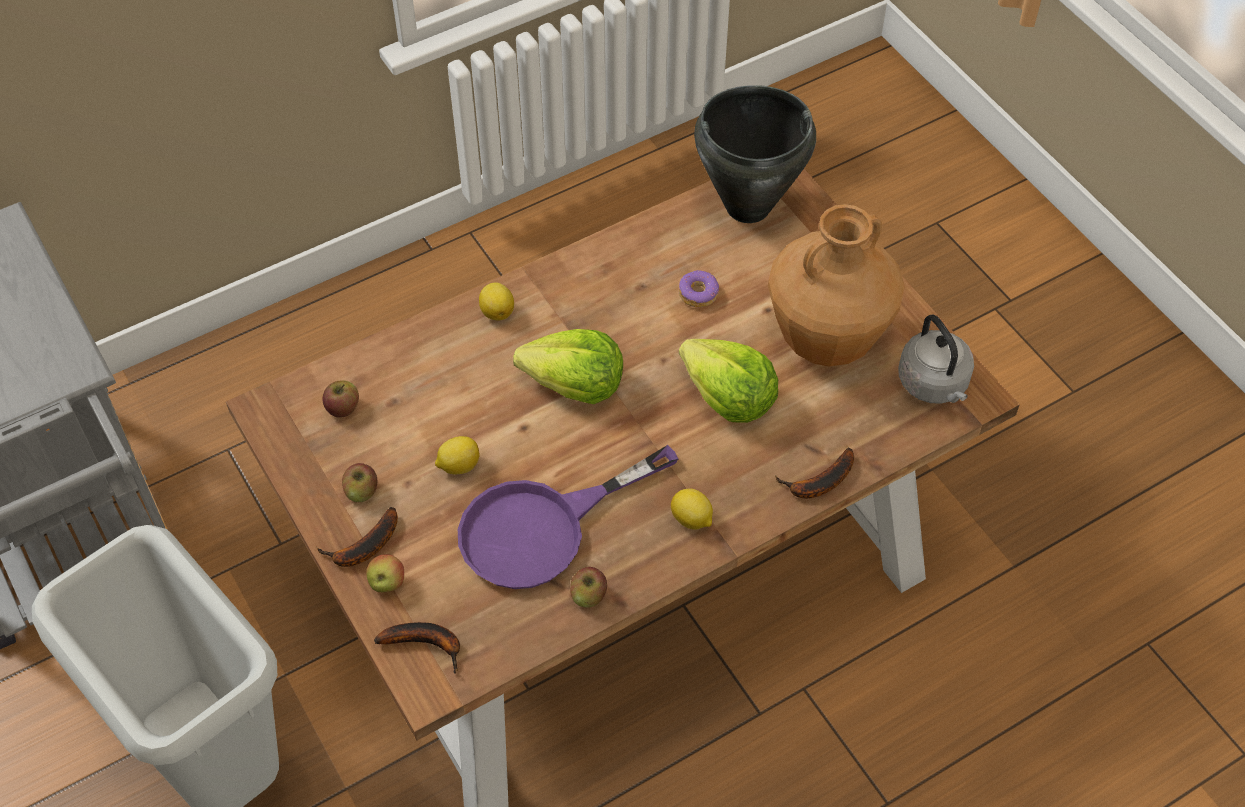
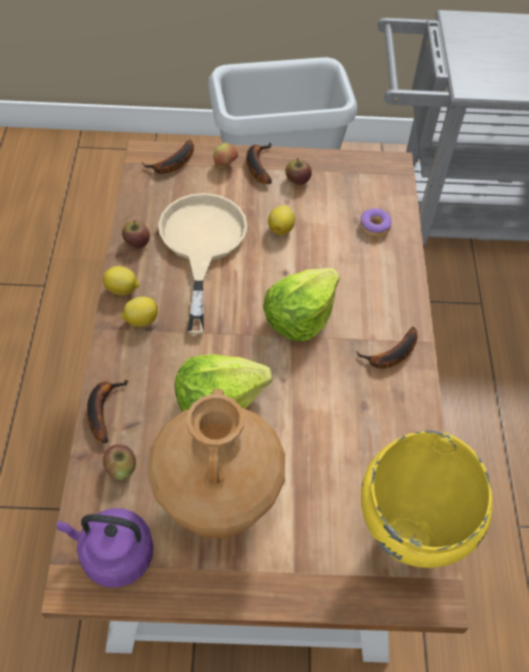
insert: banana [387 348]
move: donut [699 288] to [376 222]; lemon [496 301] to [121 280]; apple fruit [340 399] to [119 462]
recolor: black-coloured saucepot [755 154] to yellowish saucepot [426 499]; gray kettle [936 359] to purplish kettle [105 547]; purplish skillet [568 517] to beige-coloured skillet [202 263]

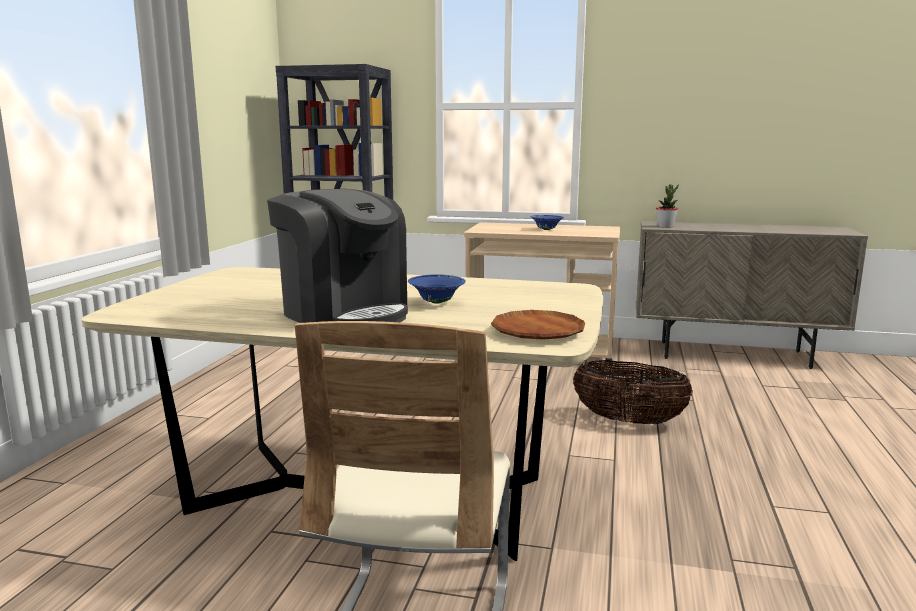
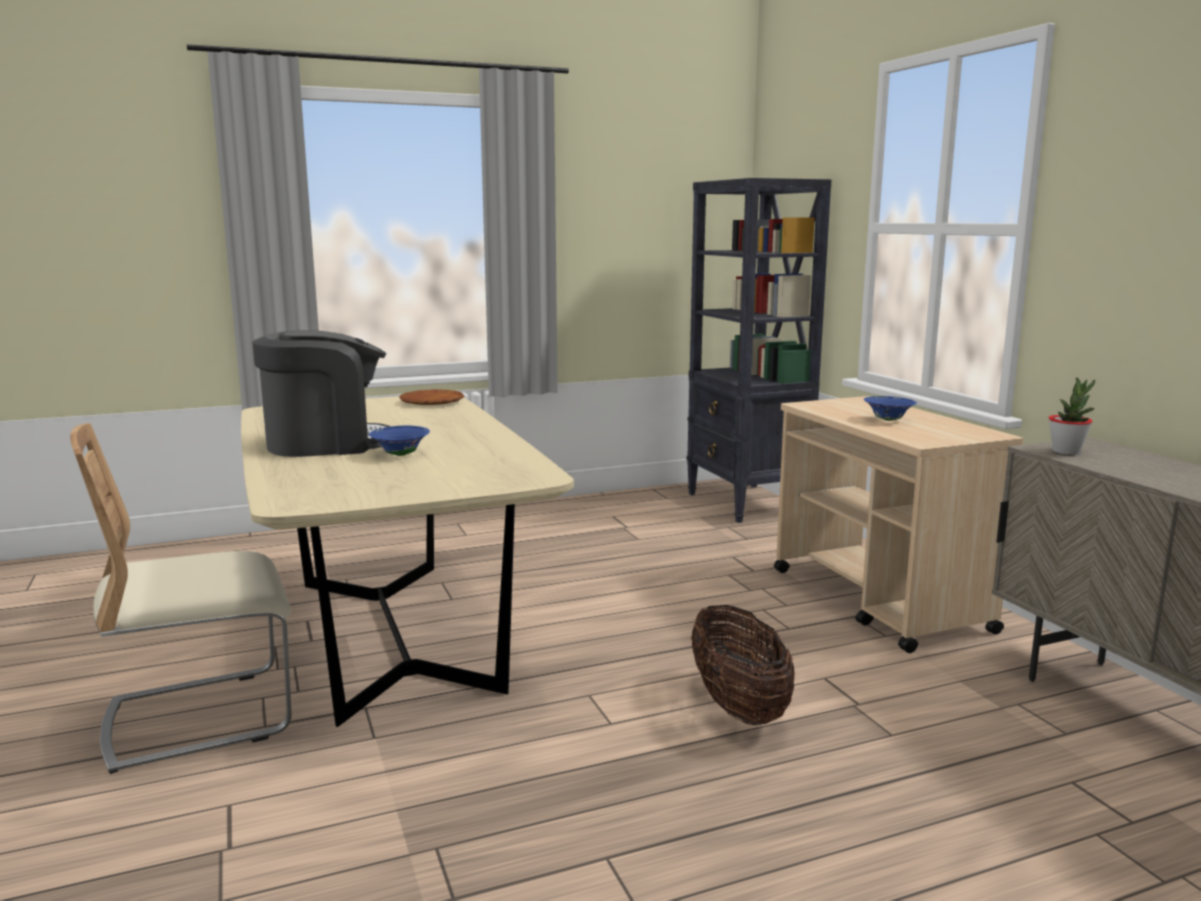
move: brownish plate [538 325] to [431 397]
rotate: coffee brewer [337 256] = [321 393] 120 degrees counterclockwise

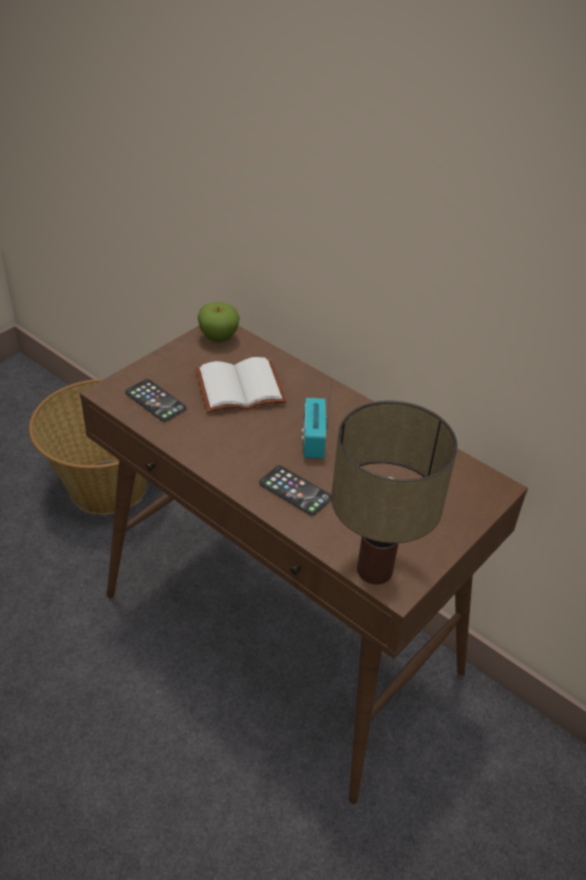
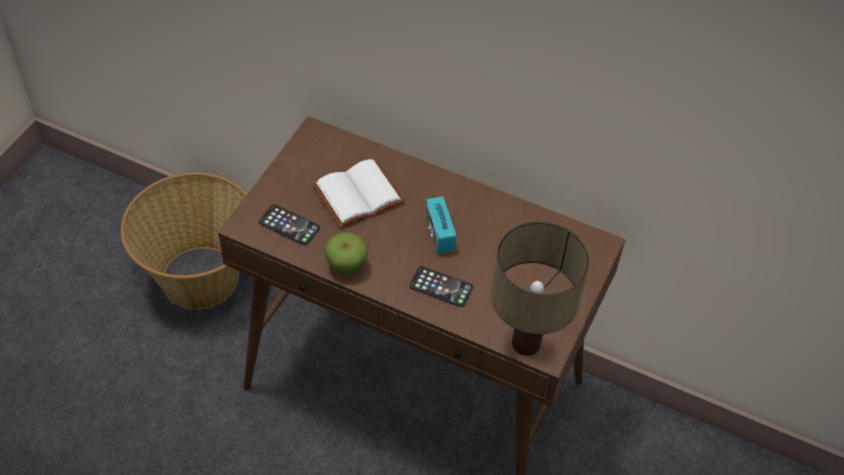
move: apple fruit [218 322] to [346 253]

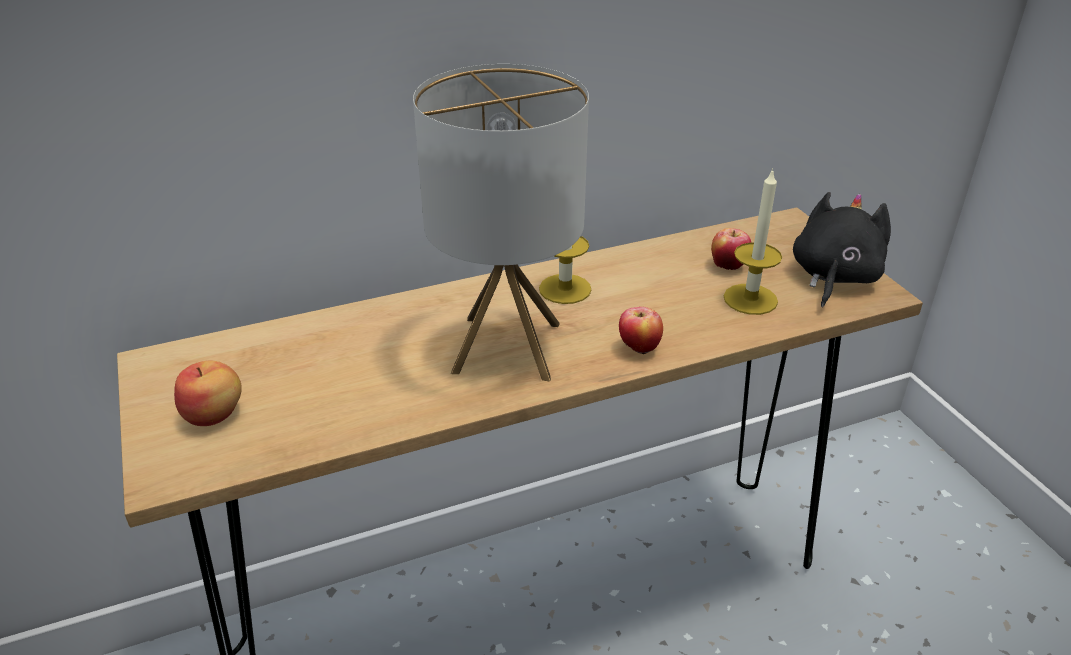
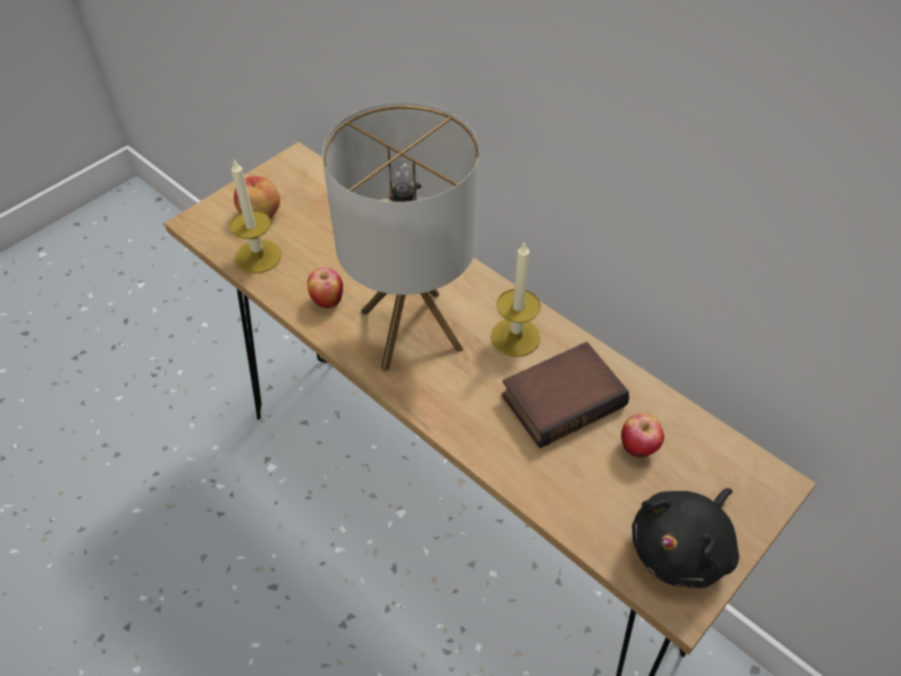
insert: volume [565 395]
move: wax light [753 241] to [256 216]; apple fruit [641 331] to [325 287]
rotate: black-coloured soft toy [842 249] = [685 538] 135 degrees clockwise

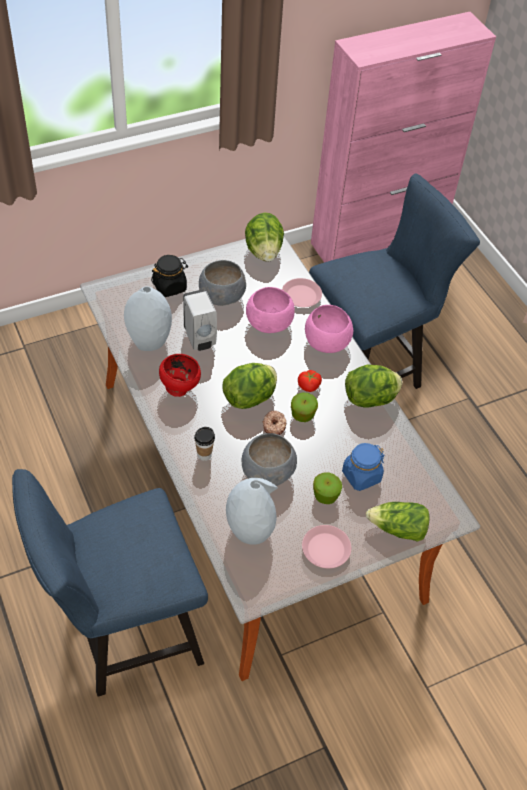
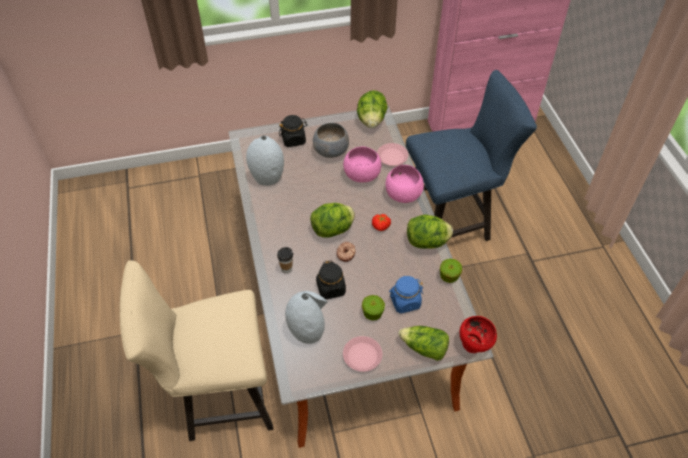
delete: white soap dispenser [200 320]
move: red serving bowl [180 375] to [478 334]; apple fruit [304 407] to [451 271]
replace: gray serving bowl [269 459] to black-coloured jar [331 279]
recolor: blue-coloured plain chair [110 583] to beige-coloured plain chair [196 350]

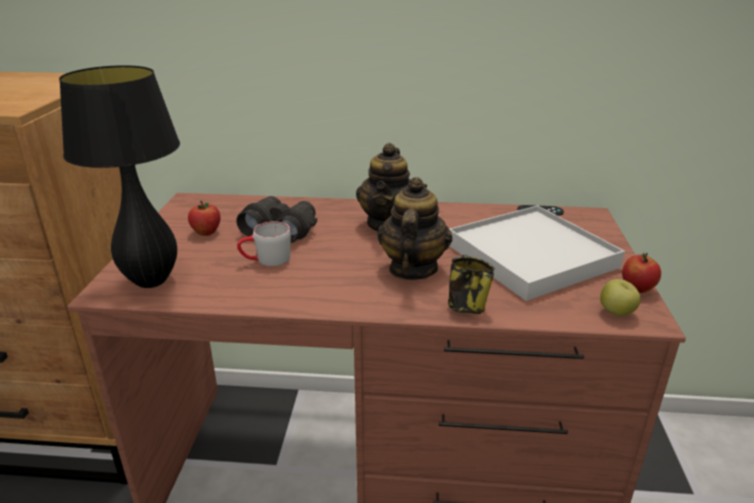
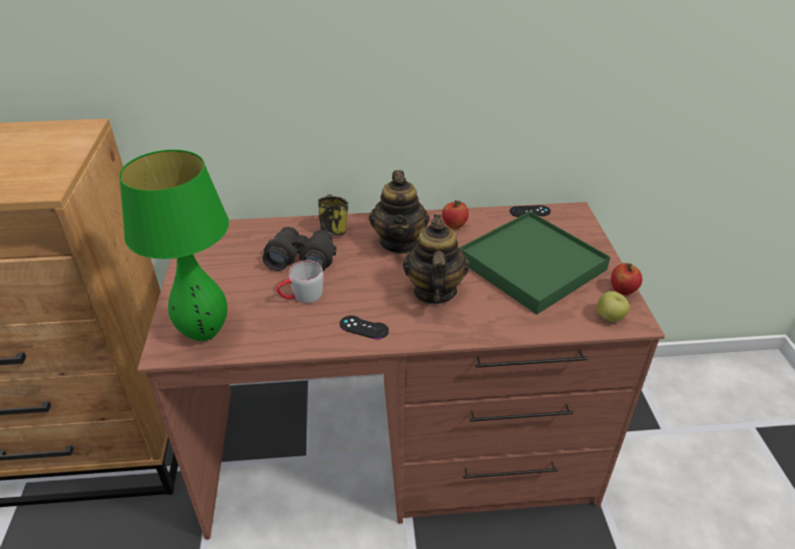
insert: black-coloured game controller [364 327]
move: apple fruit [204 218] to [455 214]; coffee mug [471 284] to [333 215]
recolor: black-coloured table lamp [119 176] to green table lamp [174 245]; white serving tray [537 253] to green serving tray [534 263]

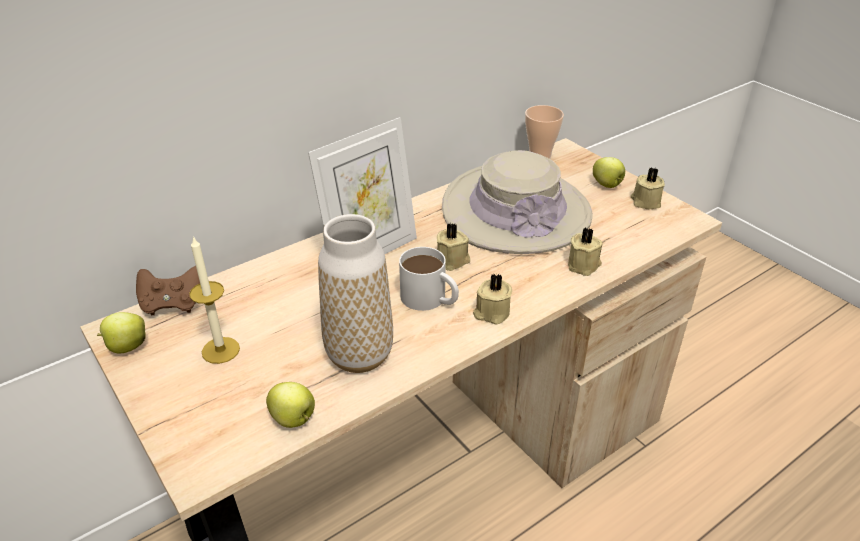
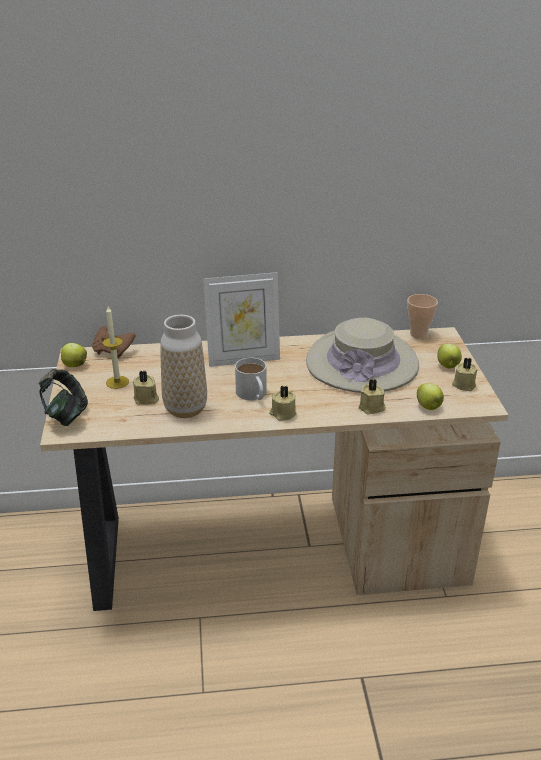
insert: headset [63 397]
move: beige-coloured wax light [453 246] to [146 388]; apple fruit [290 405] to [430 396]

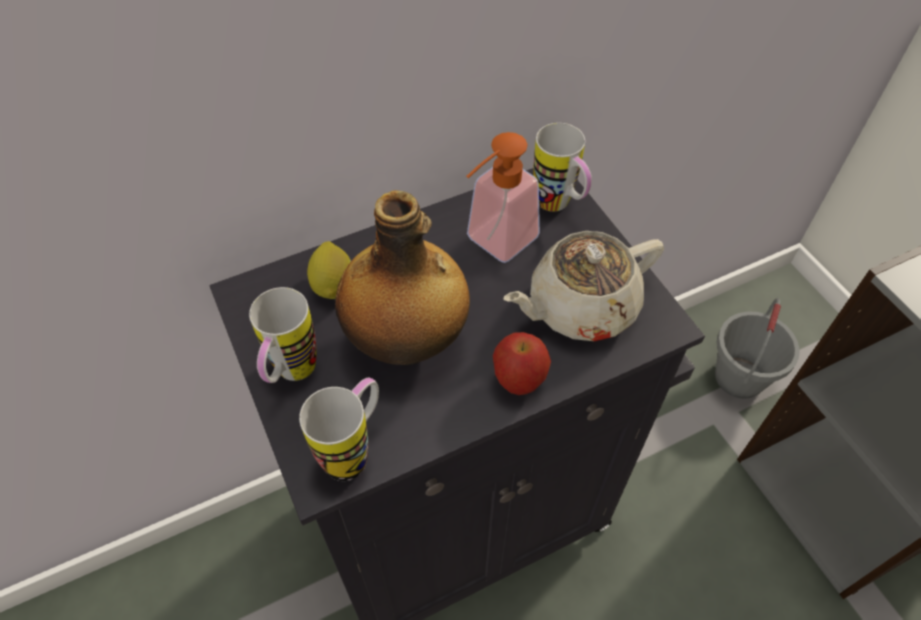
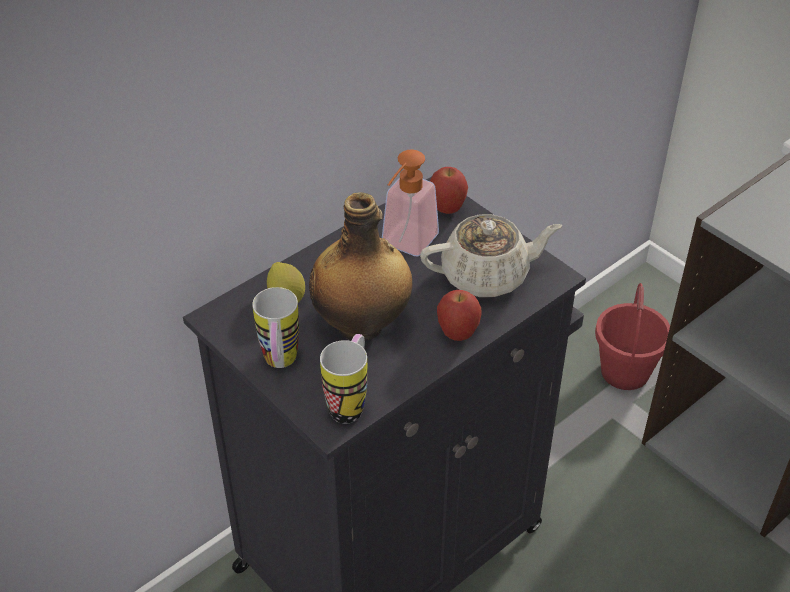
replace: coffee mug [562 167] to apple fruit [449 190]
recolor: gray bucket [757 348] to red bucket [632 336]
rotate: beige-coloured tea pot [583 286] = [491 255] 150 degrees counterclockwise

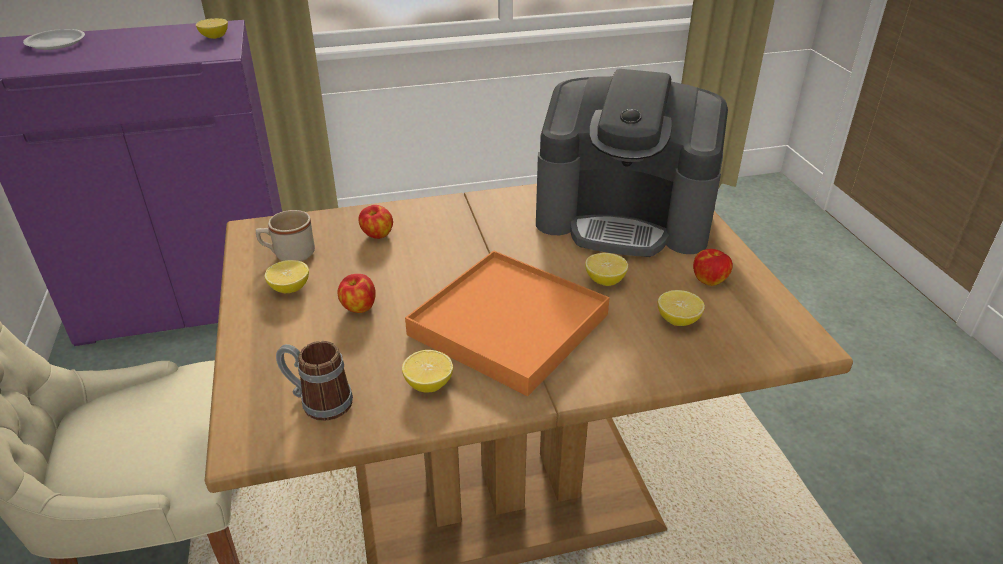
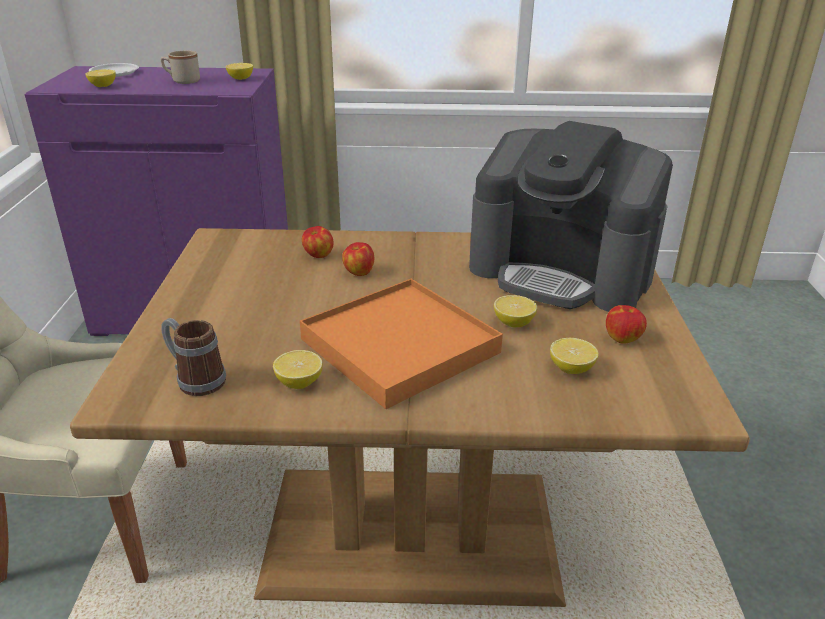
move: beige-coloured coffee mug [285 235] to [180 67]; lemon [287 276] to [100 78]; apple fruit [356 293] to [358 259]

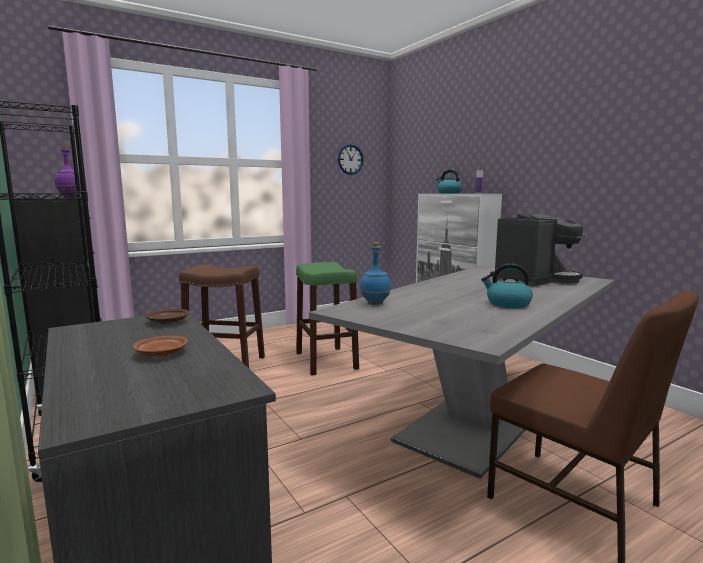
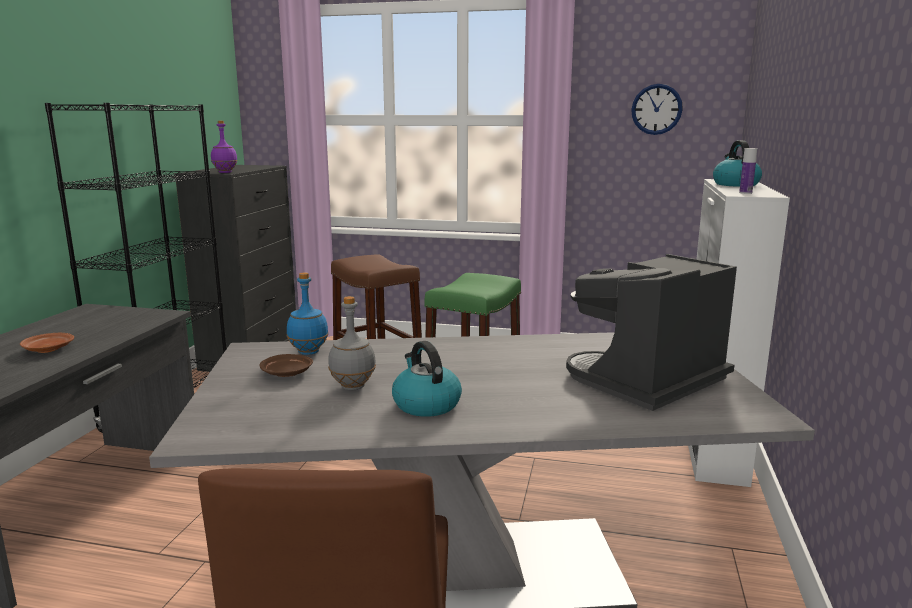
insert: gray drink bottle [352 343]
move: brownish plate [167 316] to [286 365]
rotate: coffee brewer [538 249] = [651 332] 135 degrees clockwise

